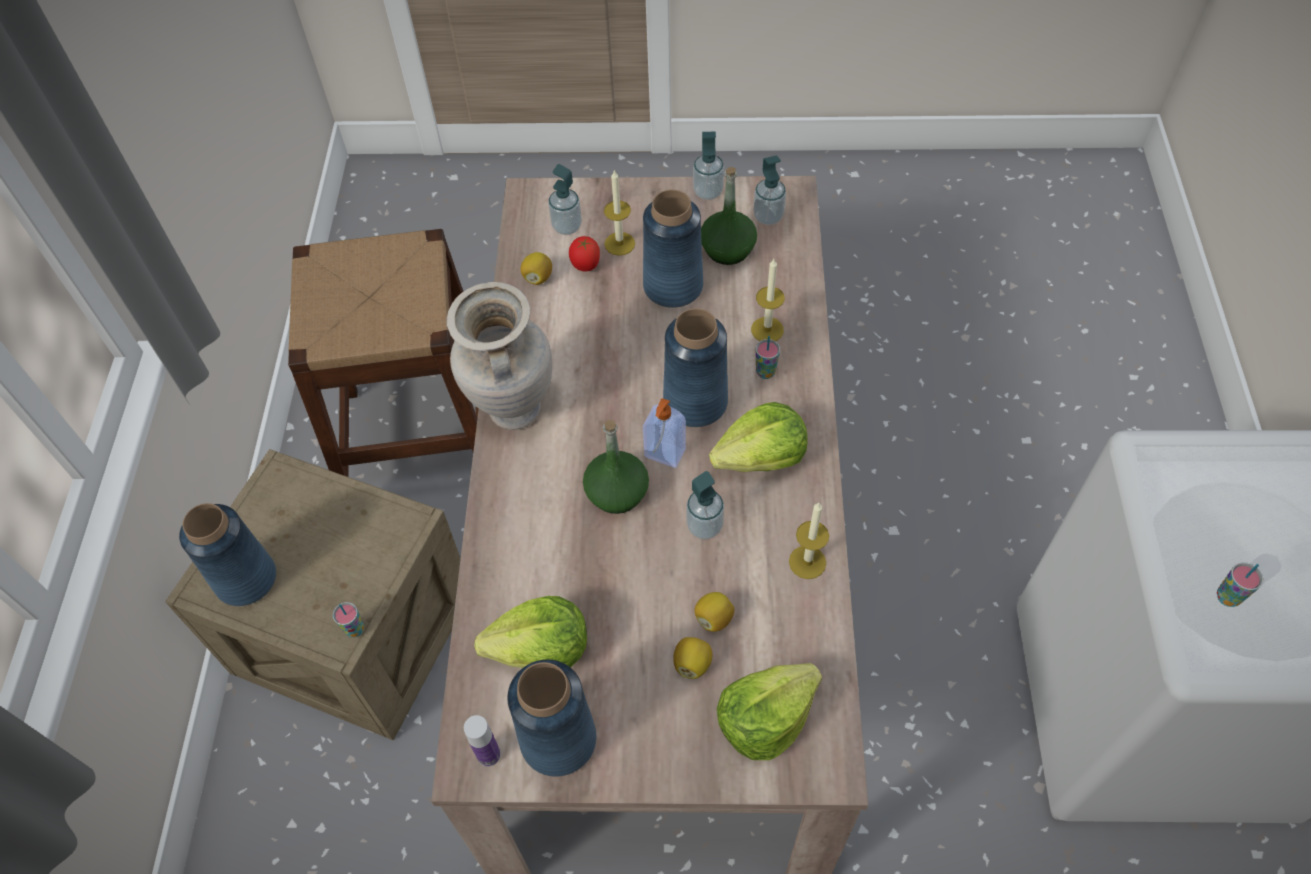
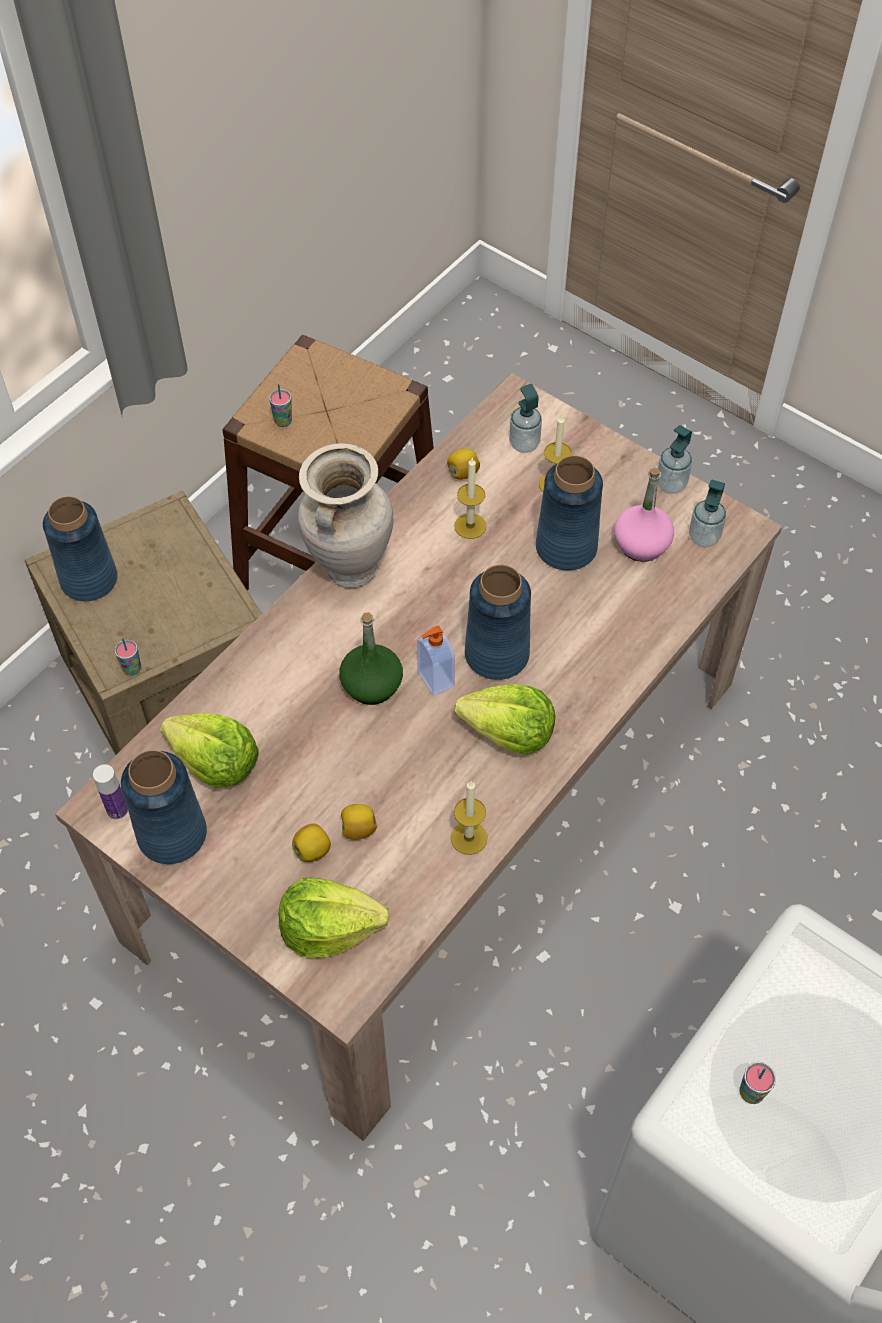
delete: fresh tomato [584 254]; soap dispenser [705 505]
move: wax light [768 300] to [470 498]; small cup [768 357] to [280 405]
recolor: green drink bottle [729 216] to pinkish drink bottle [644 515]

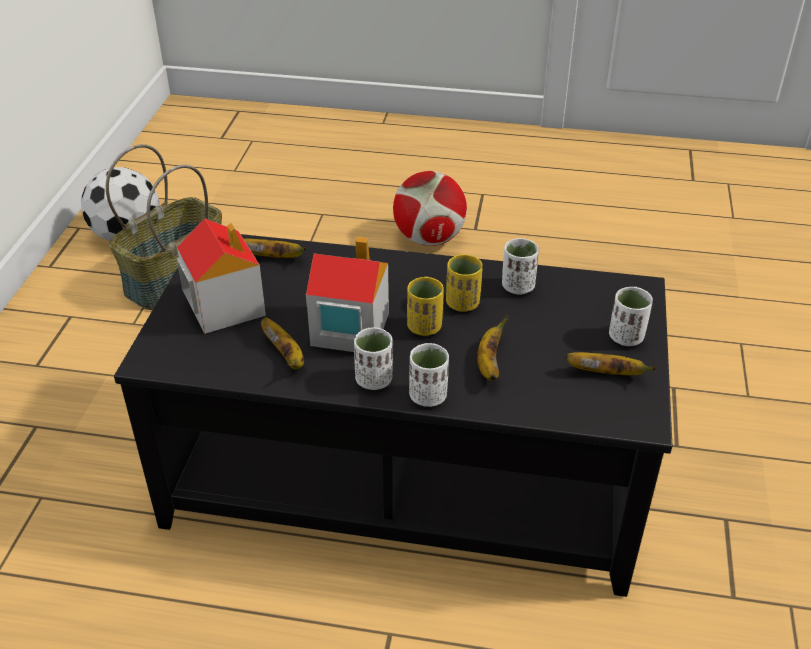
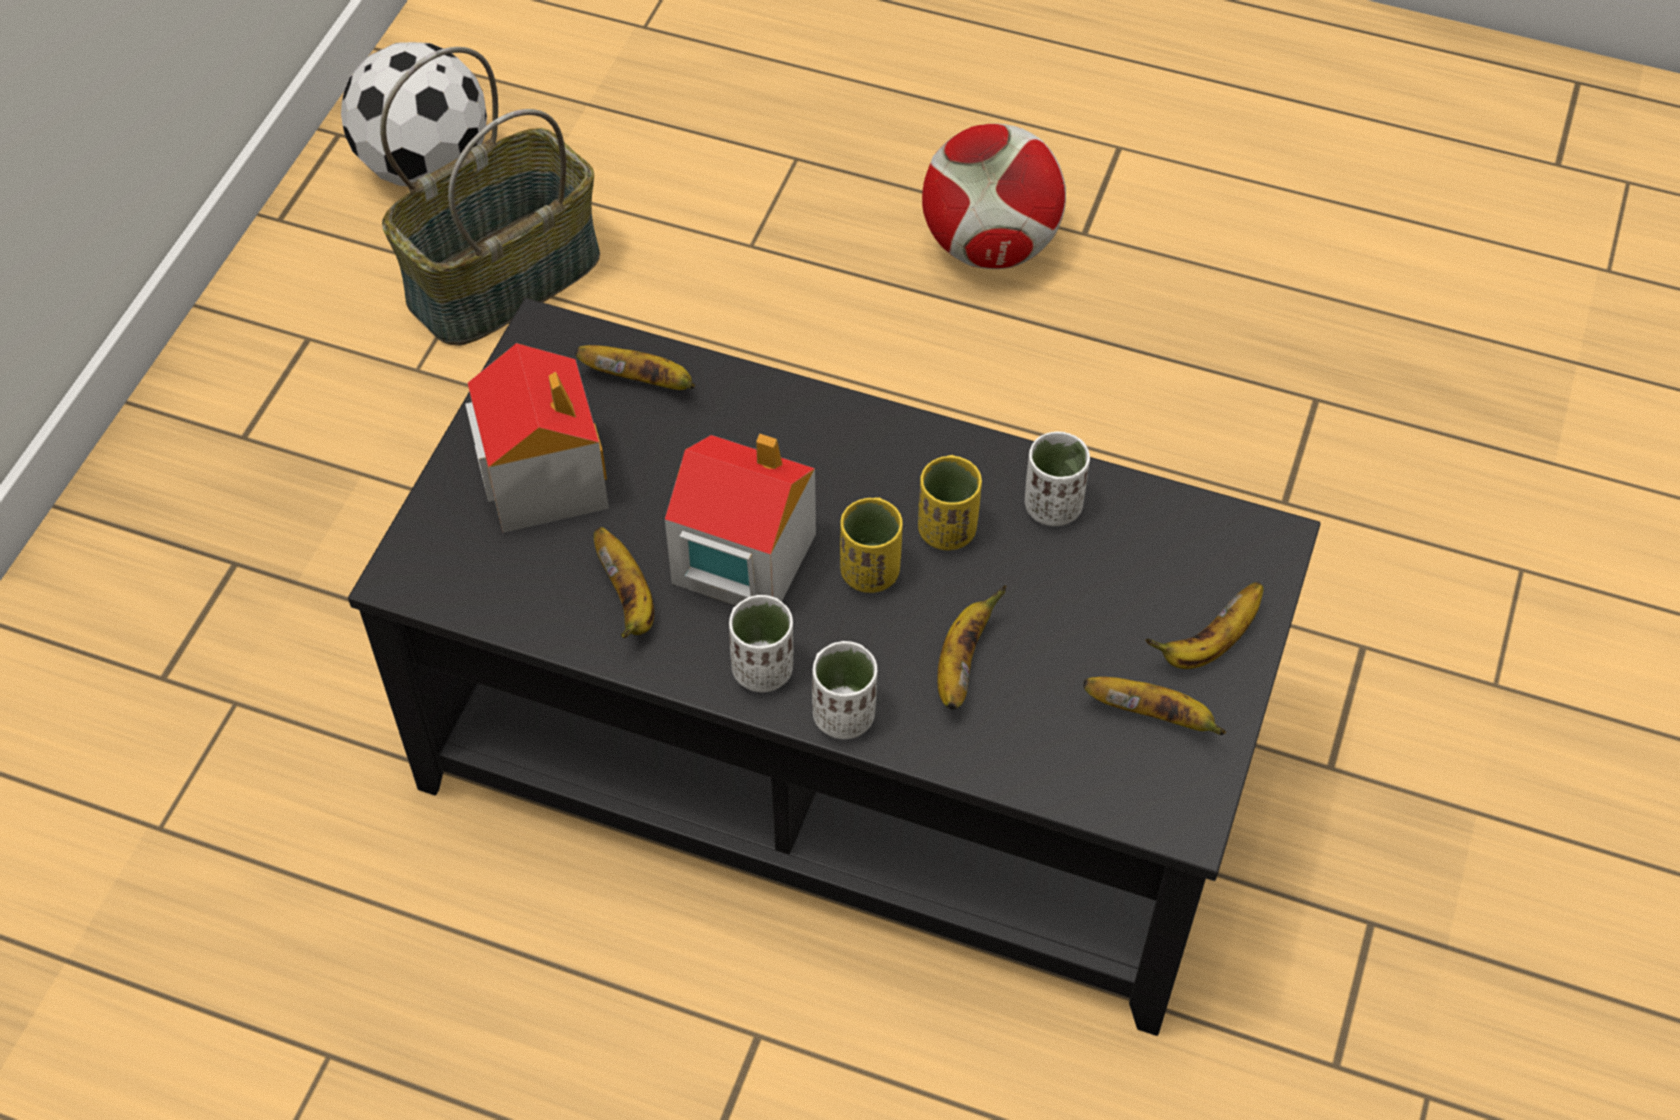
replace: white small cup [631 316] to banana [1204 625]

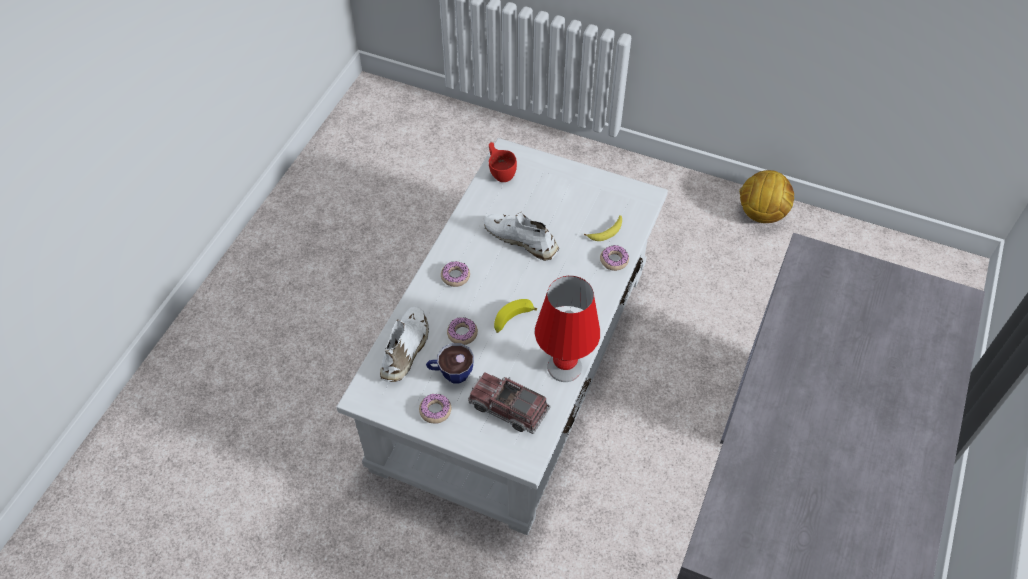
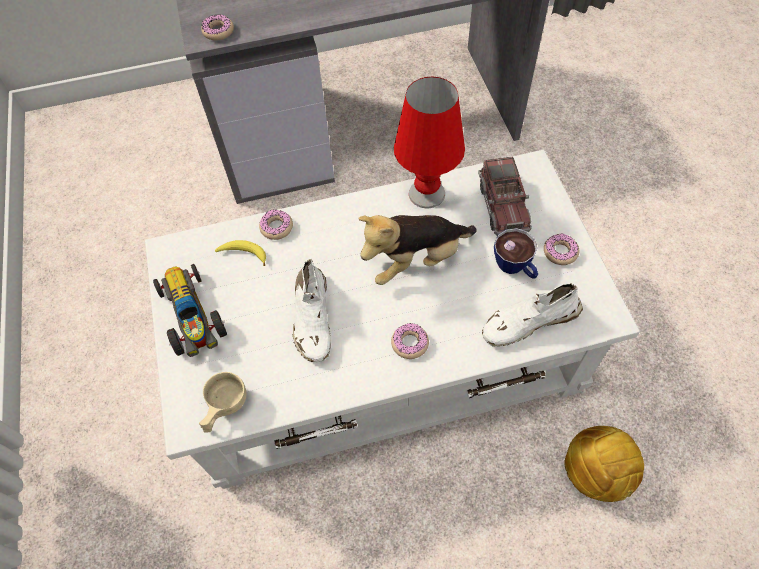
insert: miniature car [190 310]
move: ball for football [766 196] to [604 464]; donut [462 331] to [217 27]
replace: banana [515 316] to soft toy [417 250]
recolor: red small cup [503 162] to beige-coloured small cup [222 402]

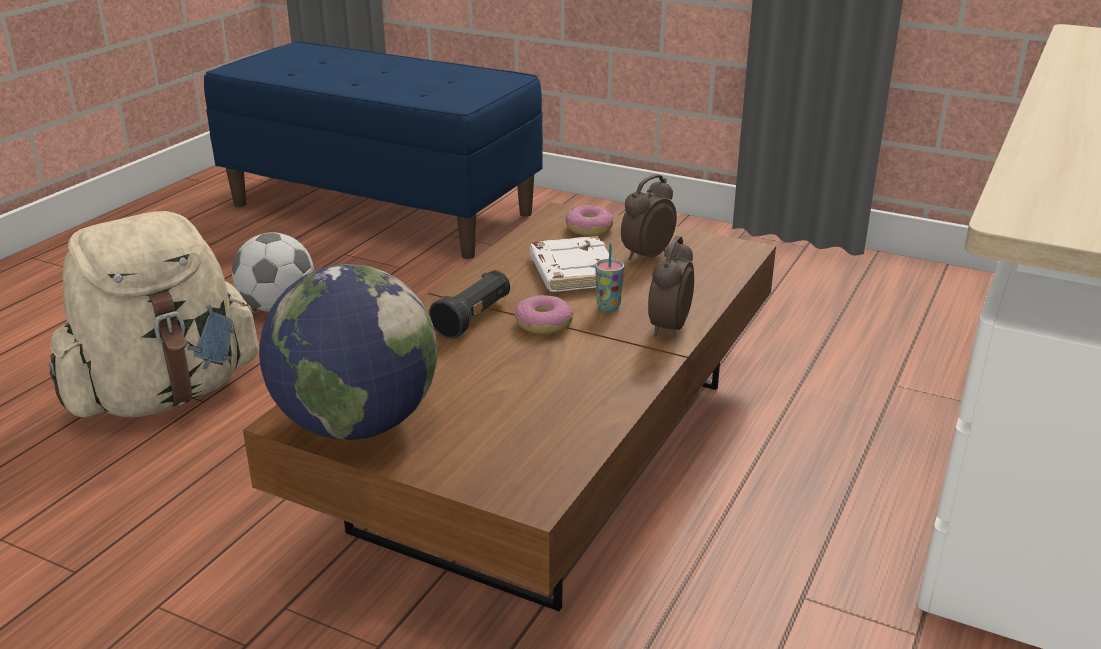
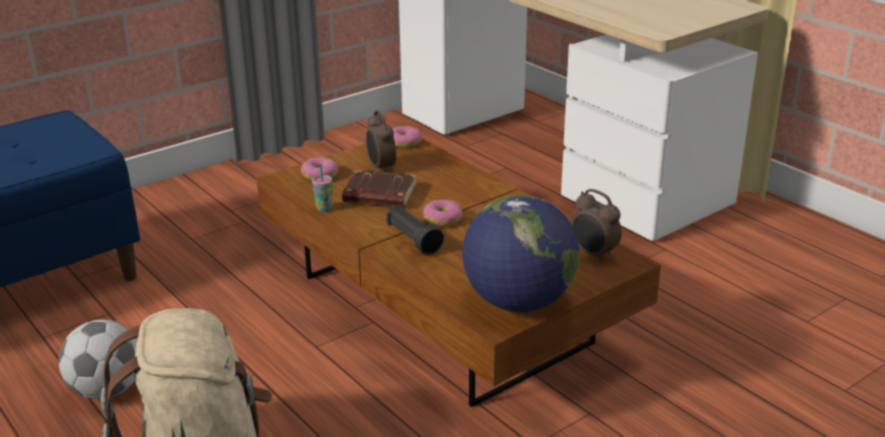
insert: donut [407 137]
move: table clock [671 286] to [596 225]; small cup [609 277] to [322 188]
recolor: white volume [571 264] to brownish volume [379 188]

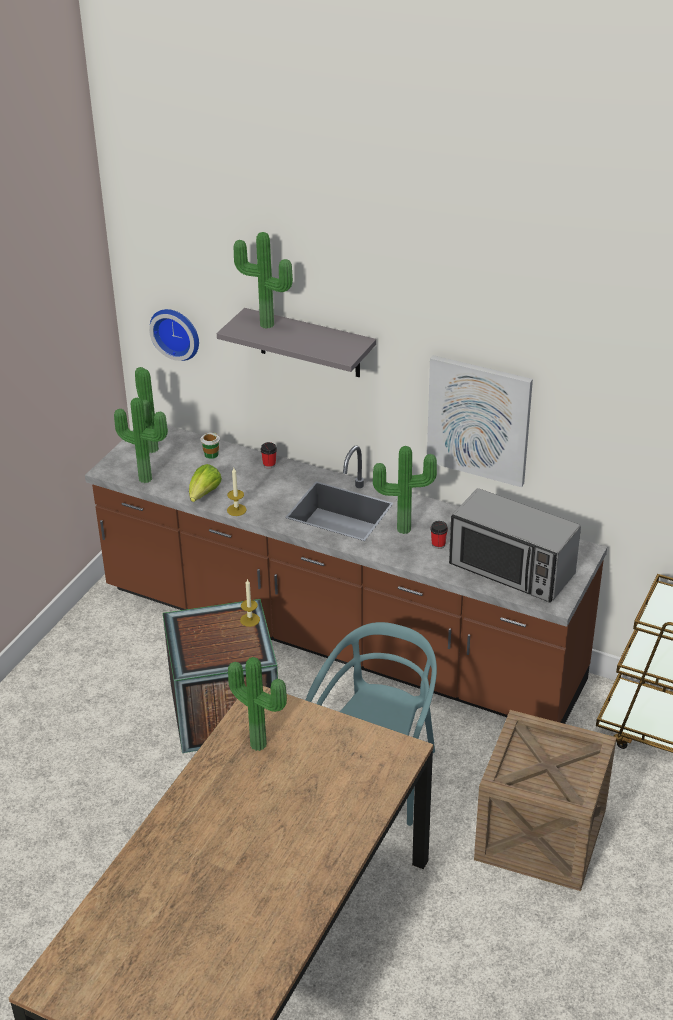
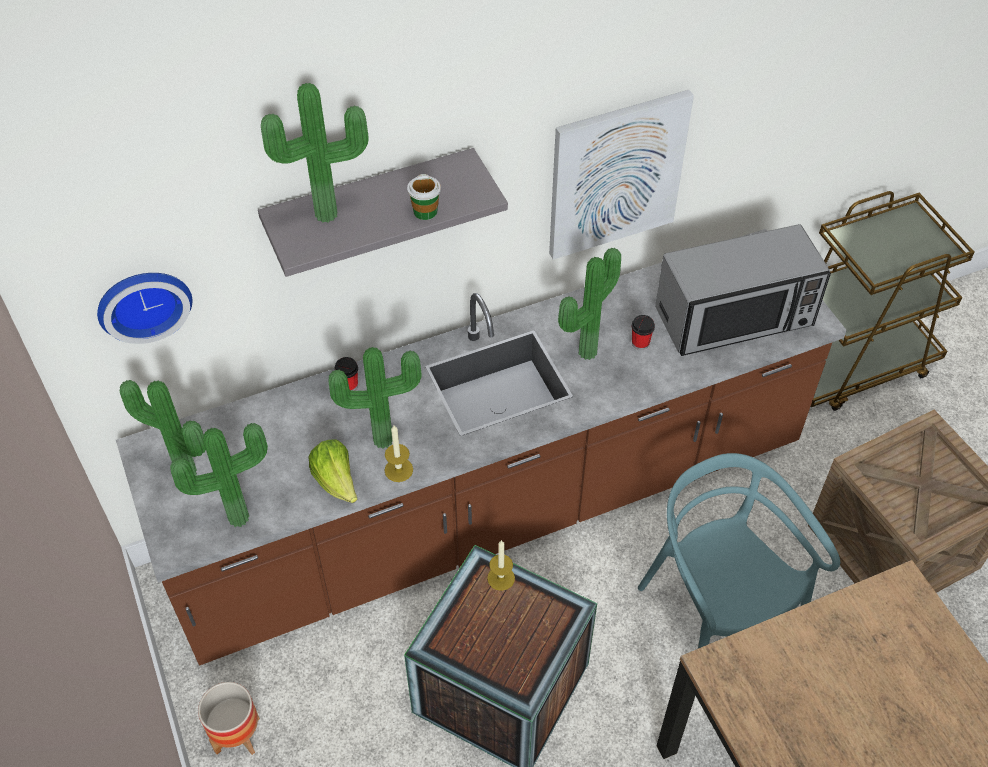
insert: plant pot [229 718]
move: small cup [210 446] to [424 197]; plant in a pot [257 704] to [375 398]

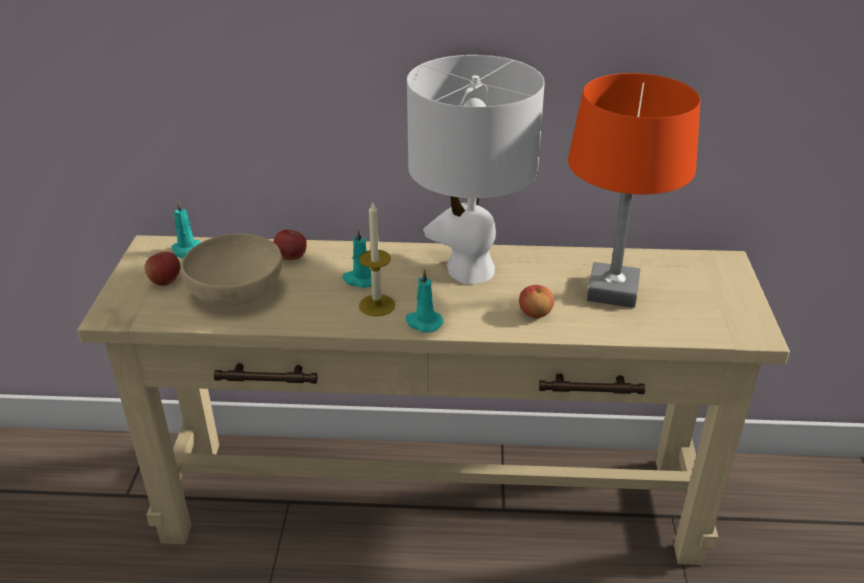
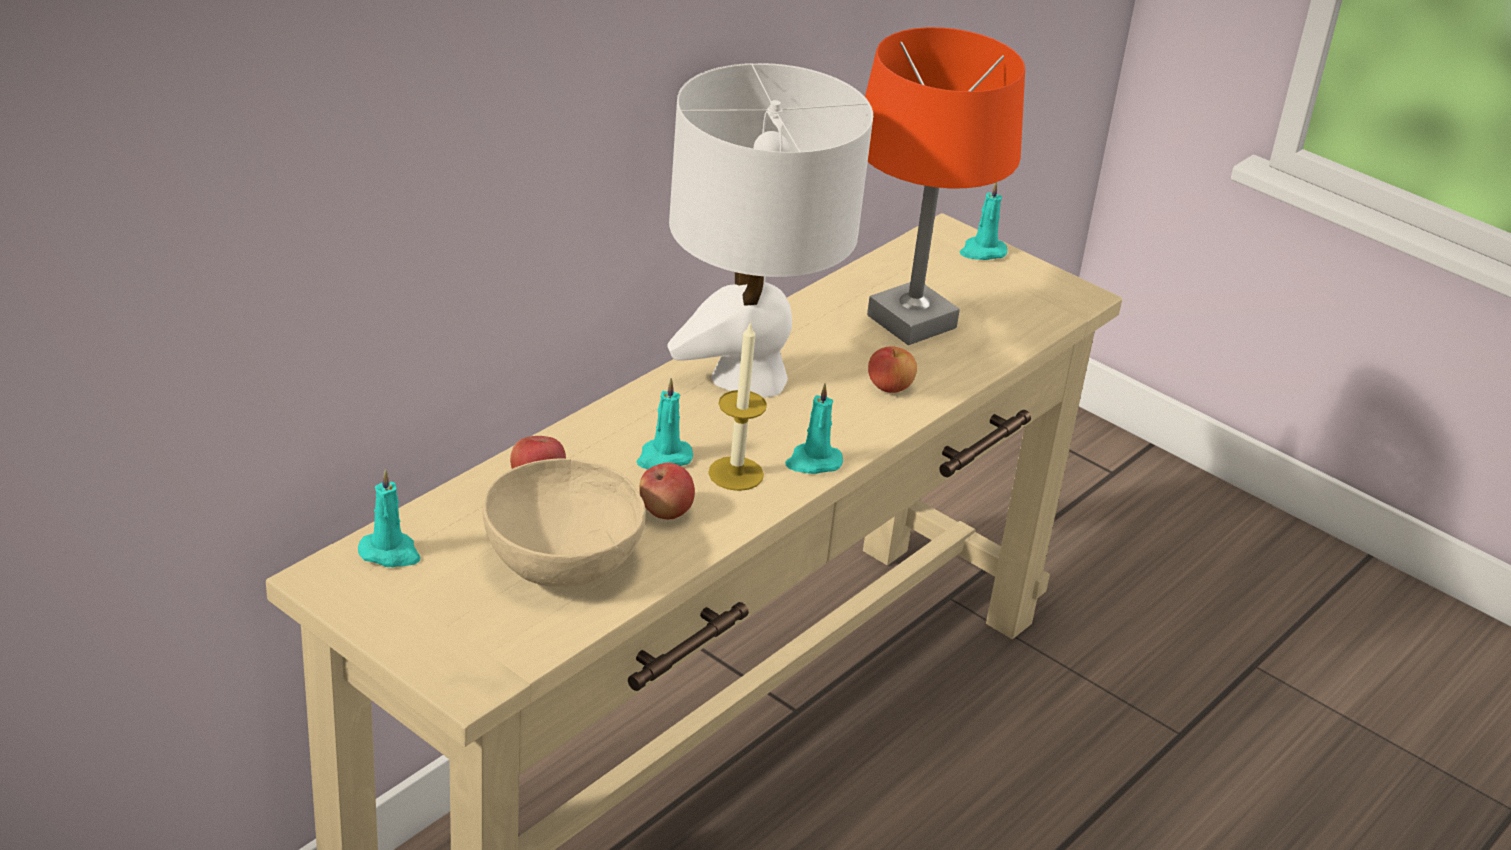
insert: turquoise wax light [983 221]
move: apple fruit [162 269] to [667 491]

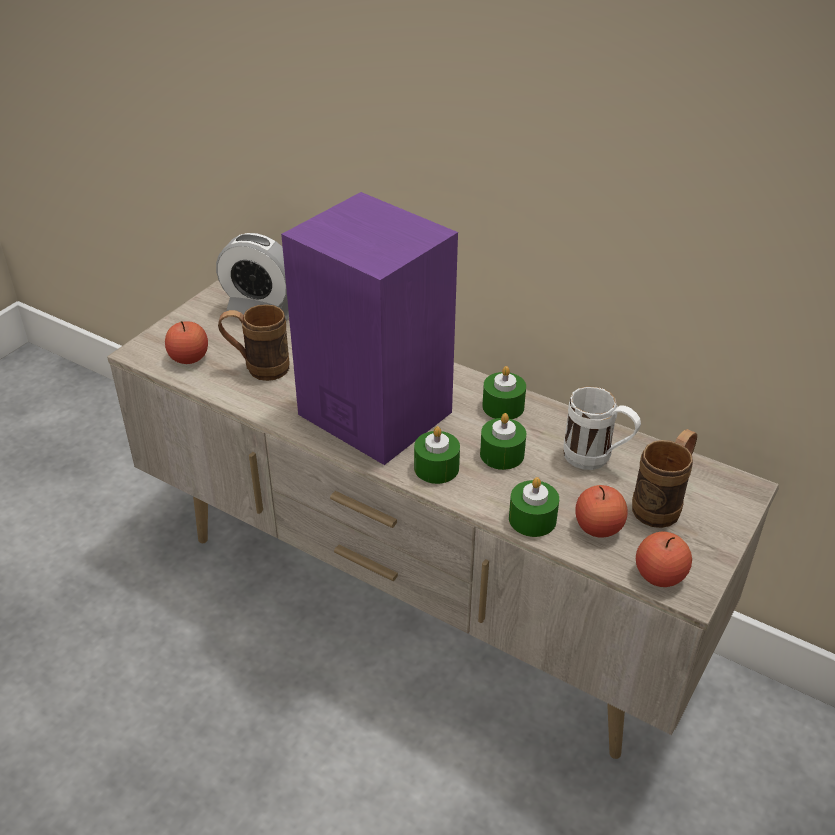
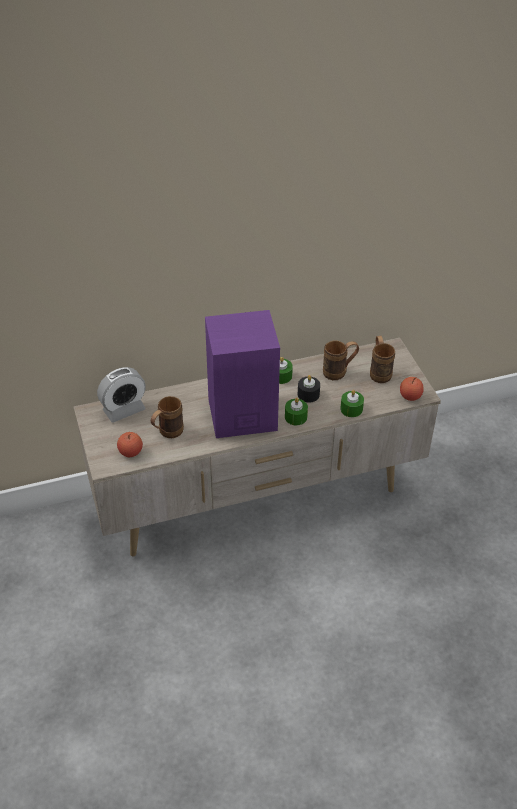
delete: apple fruit [601 511]
recolor: white coffee mug [602 428] to brownish coffee mug [341 360]; green wax light [503 441] to black-coloured wax light [309 389]

